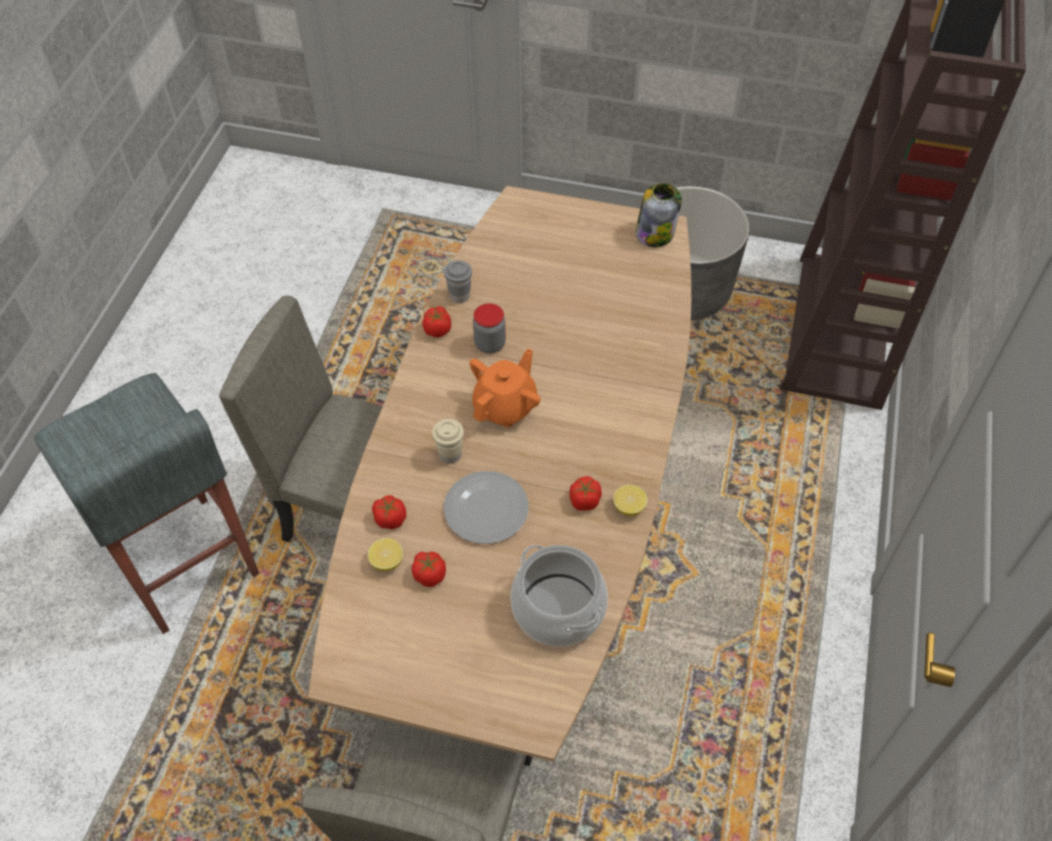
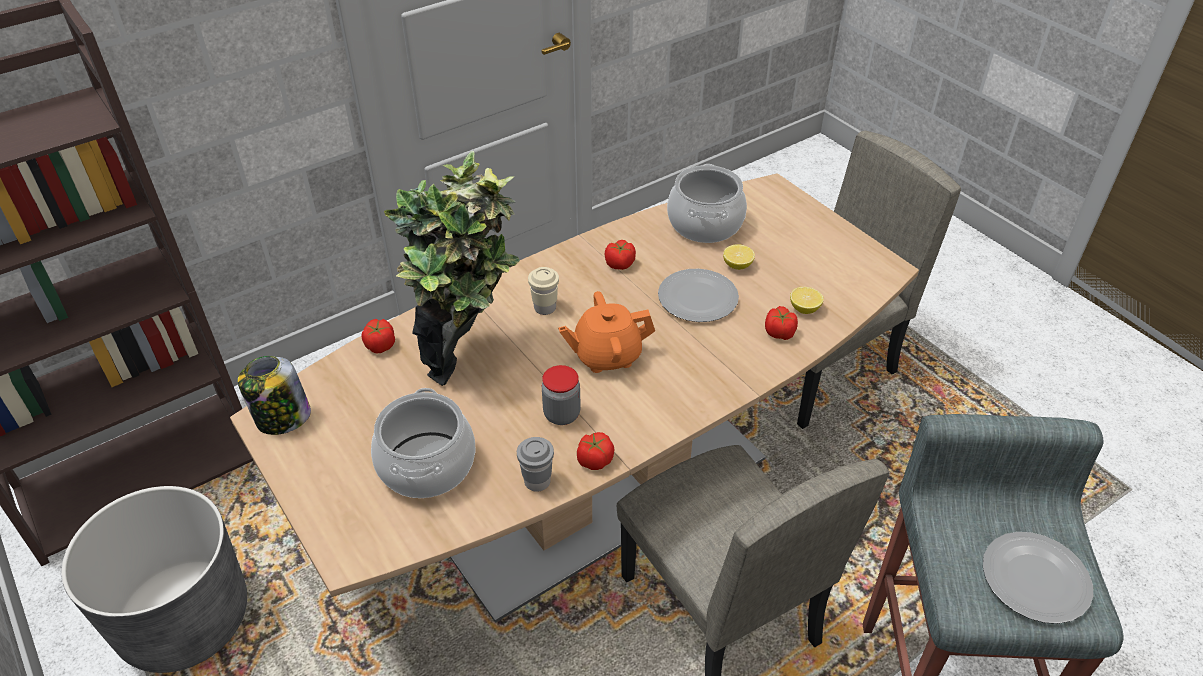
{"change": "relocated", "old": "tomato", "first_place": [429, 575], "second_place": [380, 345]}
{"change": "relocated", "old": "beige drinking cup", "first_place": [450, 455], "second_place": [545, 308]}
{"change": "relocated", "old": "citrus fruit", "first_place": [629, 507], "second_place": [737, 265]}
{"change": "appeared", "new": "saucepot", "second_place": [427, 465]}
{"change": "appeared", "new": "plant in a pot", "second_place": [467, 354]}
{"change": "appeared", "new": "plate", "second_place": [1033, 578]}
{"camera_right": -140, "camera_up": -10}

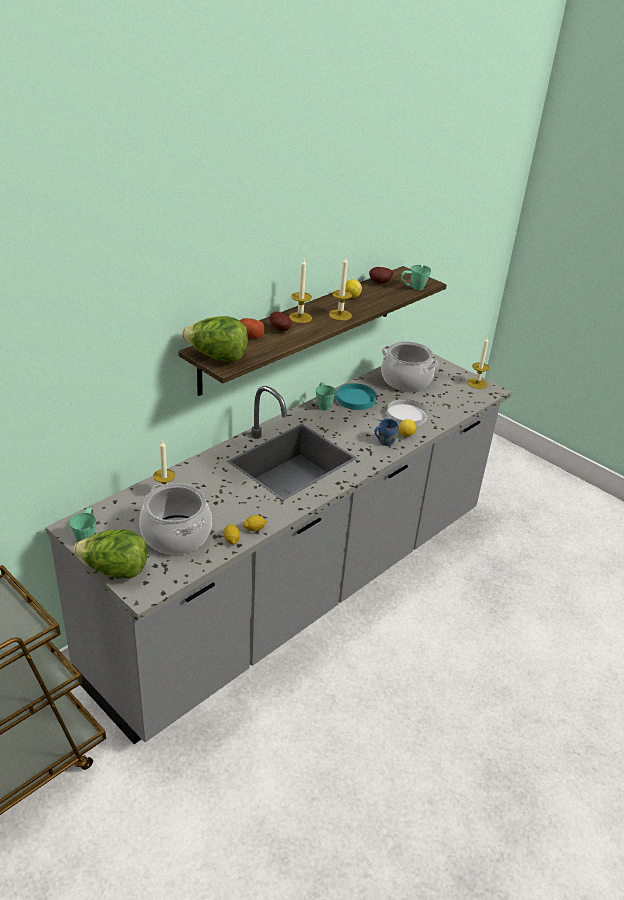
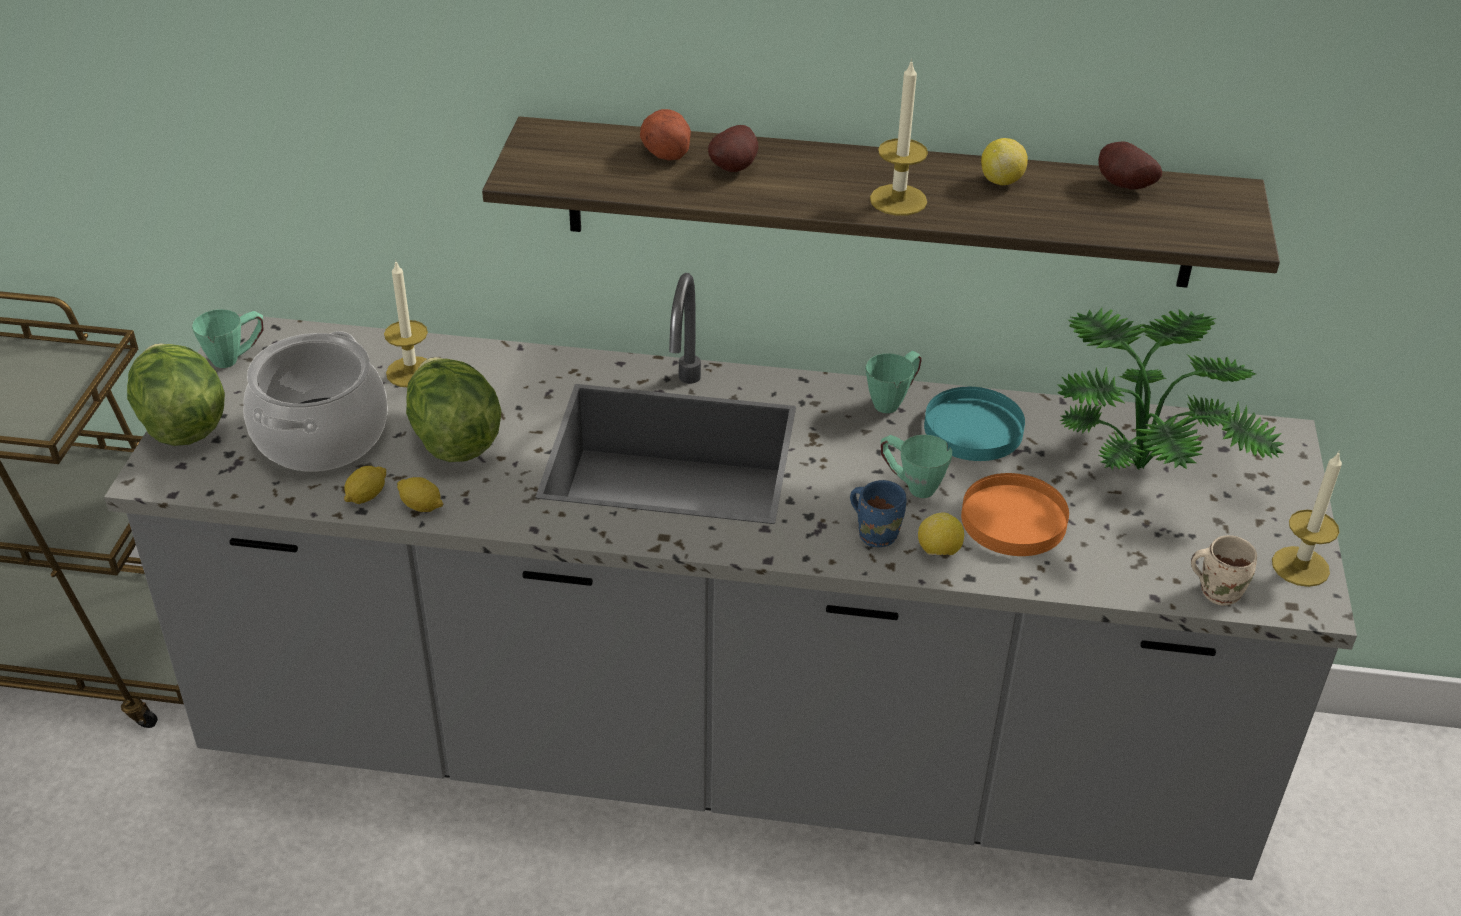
{"change": "relocated", "old": "lettuce head", "first_place": [217, 358], "second_place": [454, 439]}
{"change": "missing", "old": "wax candle", "first_place": [300, 317]}
{"change": "exchanged", "old": "saucepot", "new": "plant in a pot", "first_place": [406, 380], "second_place": [1146, 460]}
{"change": "colour", "old": "whitish plate", "new": "orange plate", "first_place": [406, 415], "second_place": [1013, 519]}
{"change": "relocated", "old": "green coffee mug", "first_place": [413, 288], "second_place": [911, 485]}
{"change": "appeared", "new": "beige coffee mug", "second_place": [1217, 590]}
{"camera_right": 55, "camera_up": 5}

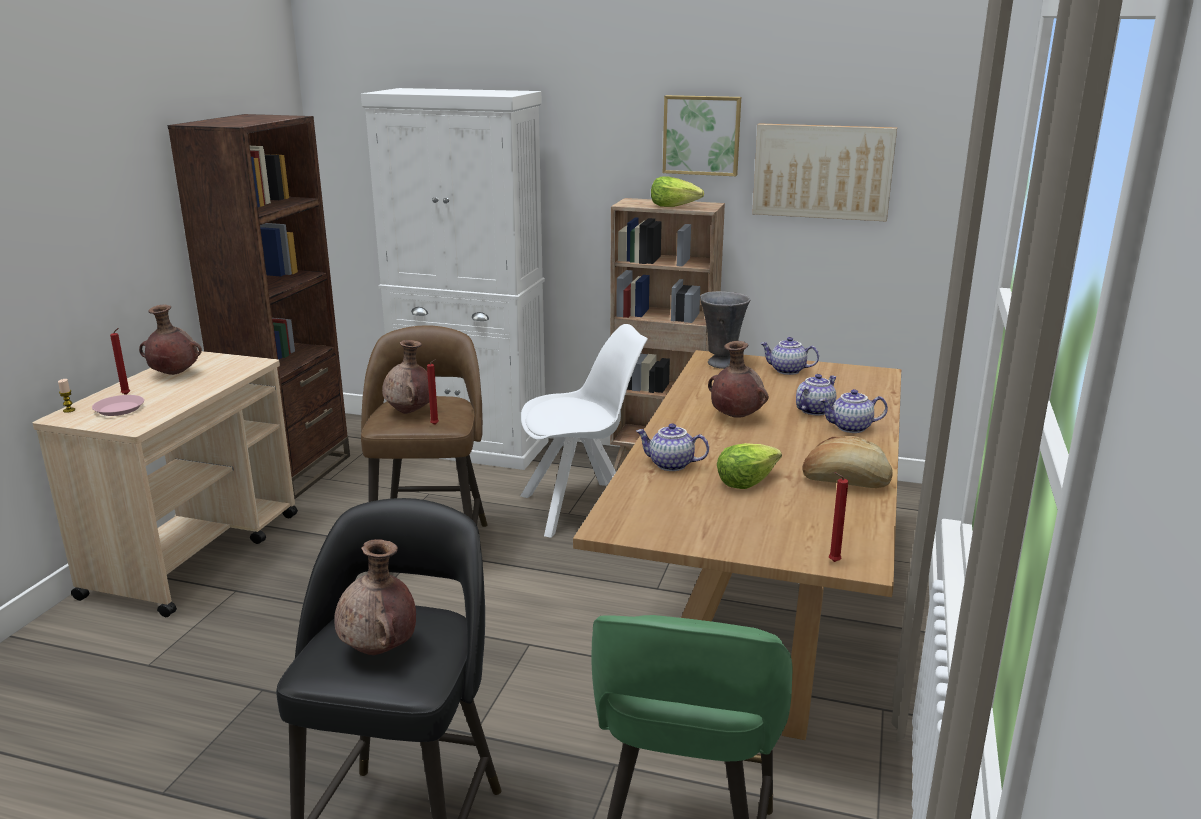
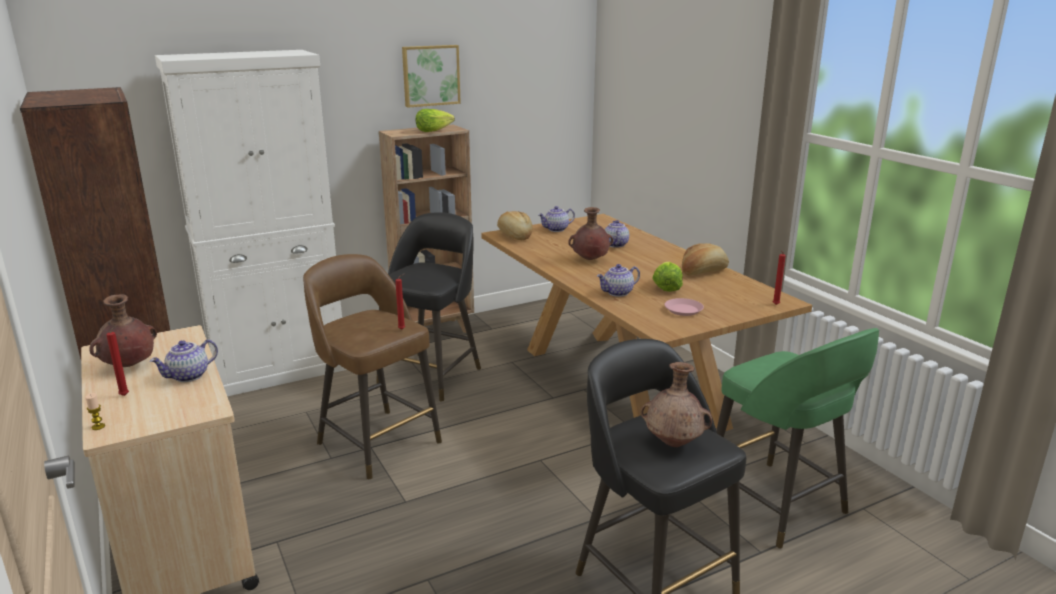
{"change": "relocated", "old": "pinkish plate", "first_place": [119, 409], "second_place": [683, 310]}
{"change": "missing", "old": "brown-coloured vase", "first_place": [410, 412]}
{"change": "exchanged", "old": "whitish upright chair", "new": "blackish stool seat", "first_place": [582, 508], "second_place": [432, 375]}
{"change": "exchanged", "old": "grey vase", "new": "baked bread", "first_place": [721, 363], "second_place": [514, 236]}
{"change": "missing", "old": "wall art", "first_place": [822, 171]}
{"change": "relocated", "old": "tea pot", "first_place": [850, 428], "second_place": [188, 376]}
{"camera_right": -45, "camera_up": 0}

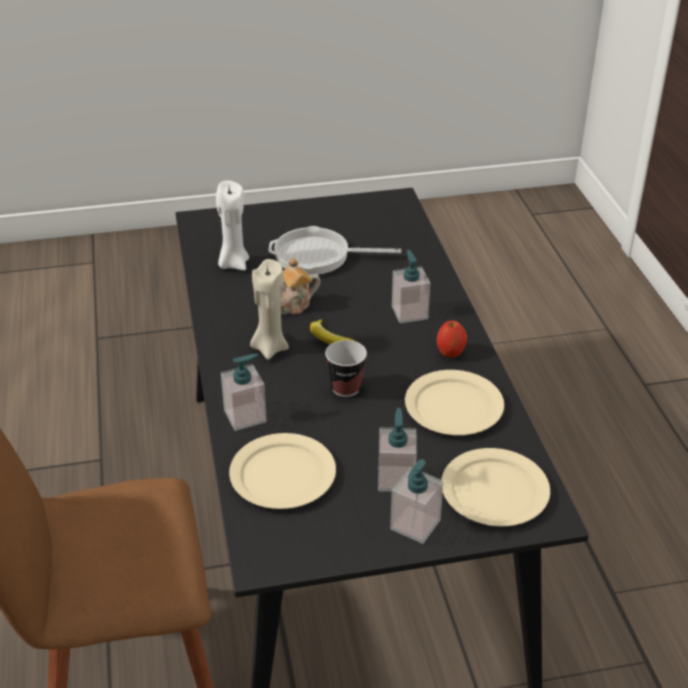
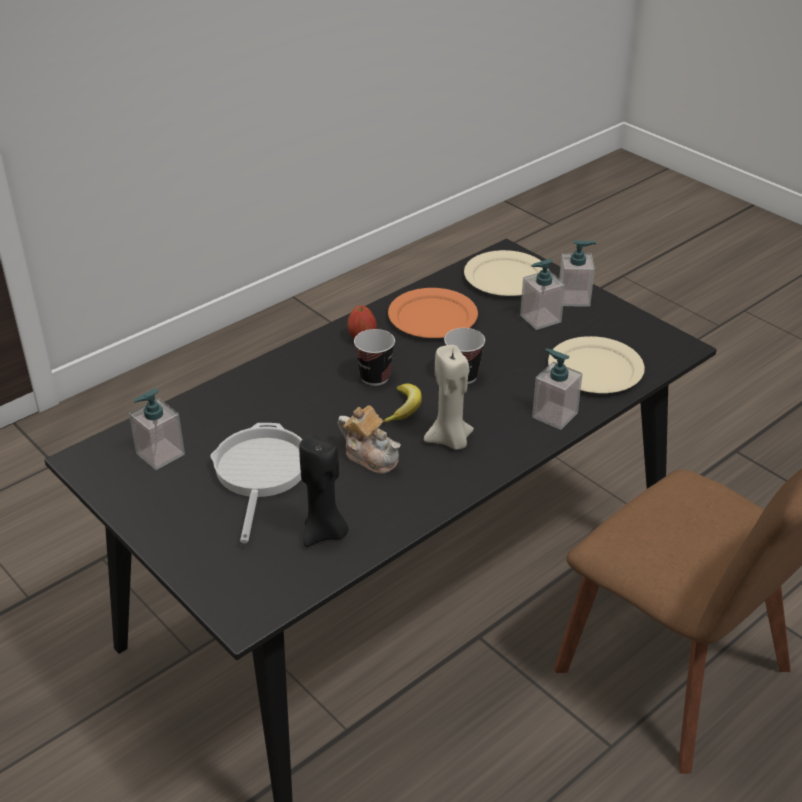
{"change": "colour", "old": "whitish wax candle", "new": "blackish wax candle", "first_place": [233, 264], "second_place": [324, 533]}
{"change": "spun", "old": "pan", "first_place": [318, 256], "second_place": [260, 473], "degrees": -150}
{"change": "relocated", "old": "soap dispenser", "first_place": [409, 312], "second_place": [160, 454]}
{"change": "colour", "old": "beige plate", "new": "orange plate", "first_place": [453, 406], "second_place": [432, 318]}
{"change": "appeared", "new": "drinking cup", "second_place": [375, 377]}
{"camera_right": -120, "camera_up": 0}

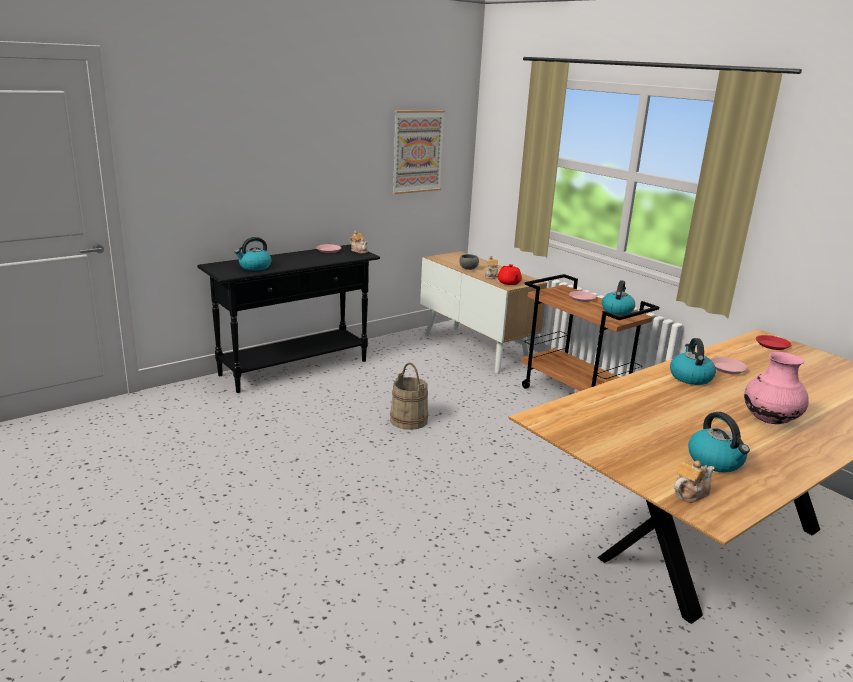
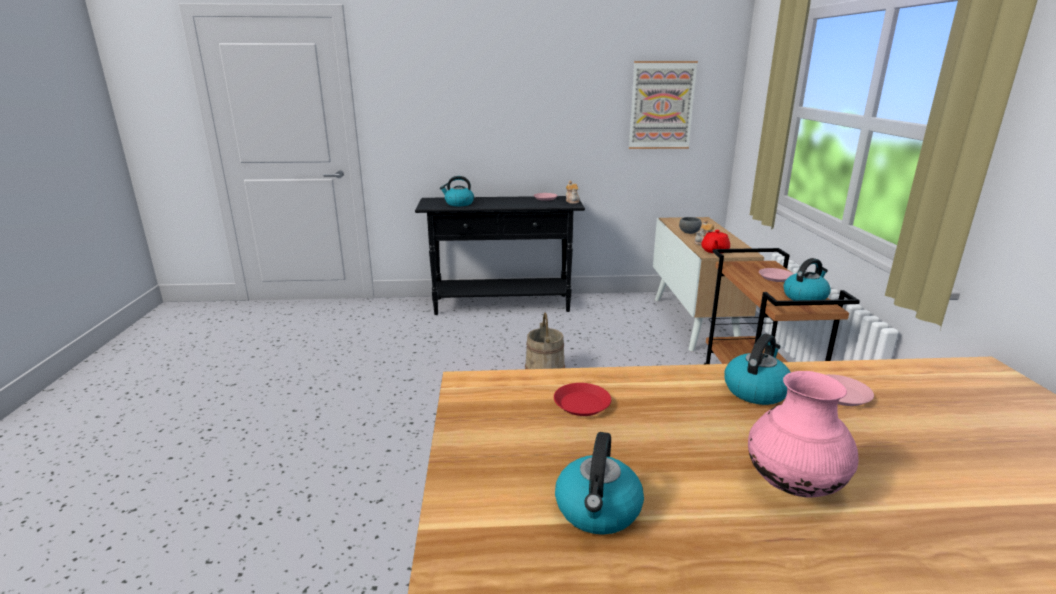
{"change": "missing", "old": "tea pot", "first_place": [689, 493]}
{"change": "relocated", "old": "red plate", "first_place": [772, 345], "second_place": [582, 403]}
{"camera_right": 35, "camera_up": 0}

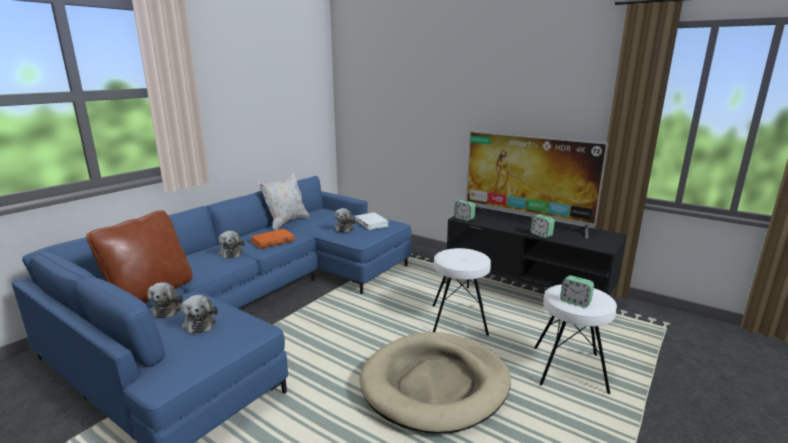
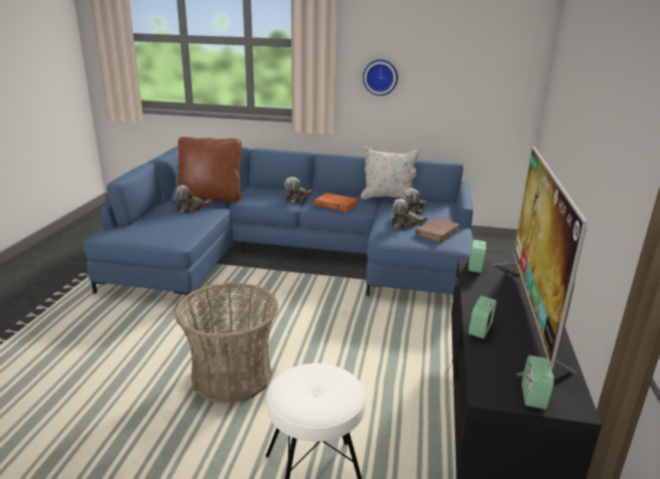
{"change": "relocated", "old": "plush toy", "first_place": [199, 323], "second_place": [414, 211]}
{"change": "colour", "old": "whitish bound book", "new": "brown-coloured bound book", "first_place": [371, 223], "second_place": [437, 232]}
{"change": "exchanged", "old": "beige pet bed", "new": "storage basket", "first_place": [435, 384], "second_place": [232, 377]}
{"change": "missing", "old": "whitish stool seat", "first_place": [459, 320]}
{"change": "relocated", "old": "bedside clock", "first_place": [575, 302], "second_place": [533, 397]}
{"change": "appeared", "new": "hanging clock", "second_place": [380, 77]}
{"camera_right": 65, "camera_up": 5}

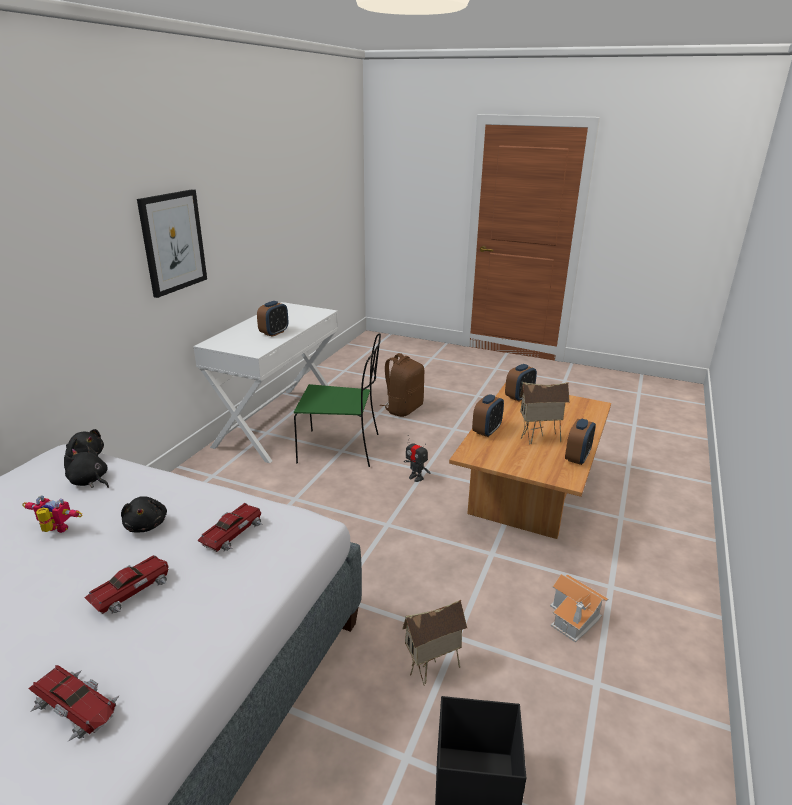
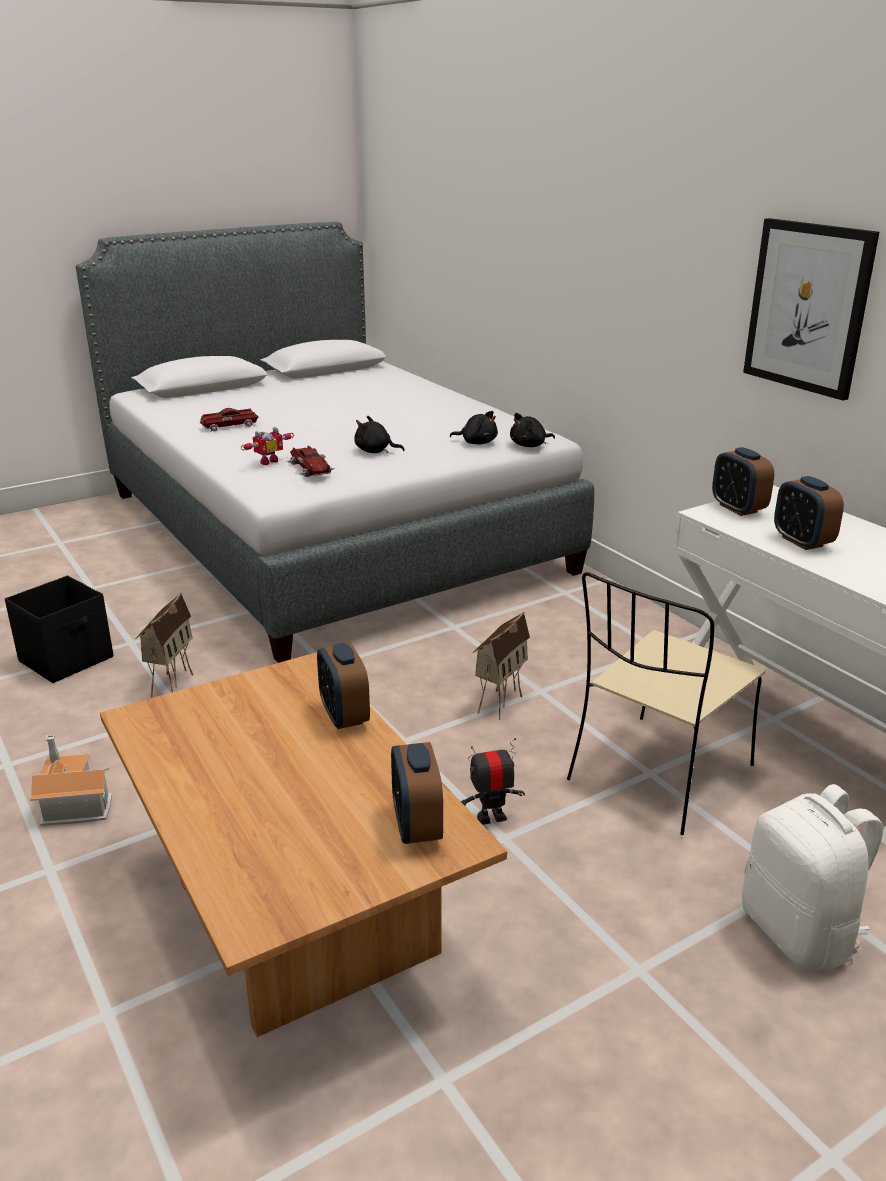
{"change": "relocated", "old": "toy robot", "first_place": [55, 531], "second_place": [267, 461]}
{"change": "spun", "old": "blackish plush toy", "first_place": [89, 481], "second_place": [477, 442], "degrees": 45}
{"change": "missing", "old": "model car", "first_place": [131, 589]}
{"change": "colour", "old": "green upright chair", "new": "beige upright chair", "first_place": [341, 448], "second_place": [658, 775]}
{"change": "colour", "old": "brown-coloured rucksack", "new": "whitish rucksack", "first_place": [403, 409], "second_place": [800, 933]}
{"change": "relocated", "old": "miniature house", "first_place": [539, 439], "second_place": [498, 701]}
{"change": "relocated", "old": "bedside clock", "first_place": [577, 458], "second_place": [738, 508]}
{"camera_right": 125, "camera_up": 0}

